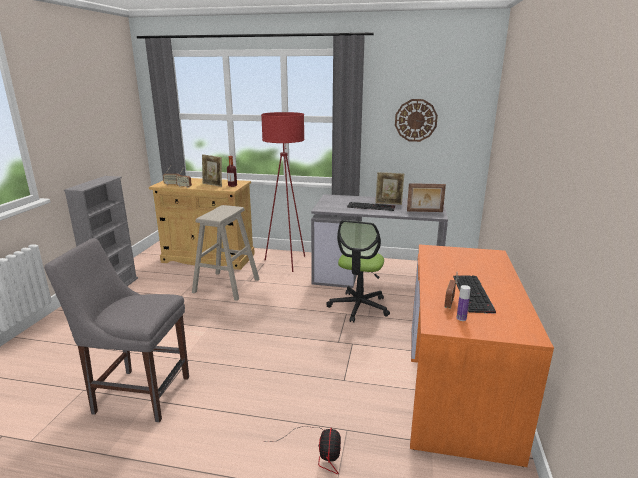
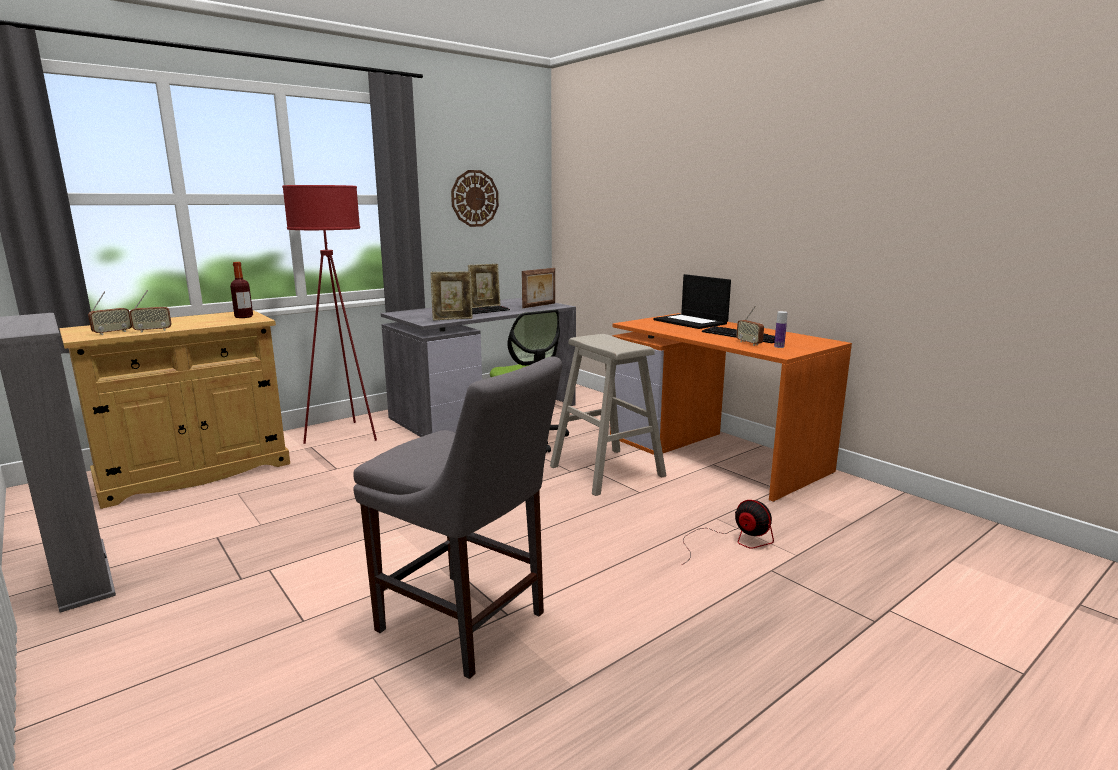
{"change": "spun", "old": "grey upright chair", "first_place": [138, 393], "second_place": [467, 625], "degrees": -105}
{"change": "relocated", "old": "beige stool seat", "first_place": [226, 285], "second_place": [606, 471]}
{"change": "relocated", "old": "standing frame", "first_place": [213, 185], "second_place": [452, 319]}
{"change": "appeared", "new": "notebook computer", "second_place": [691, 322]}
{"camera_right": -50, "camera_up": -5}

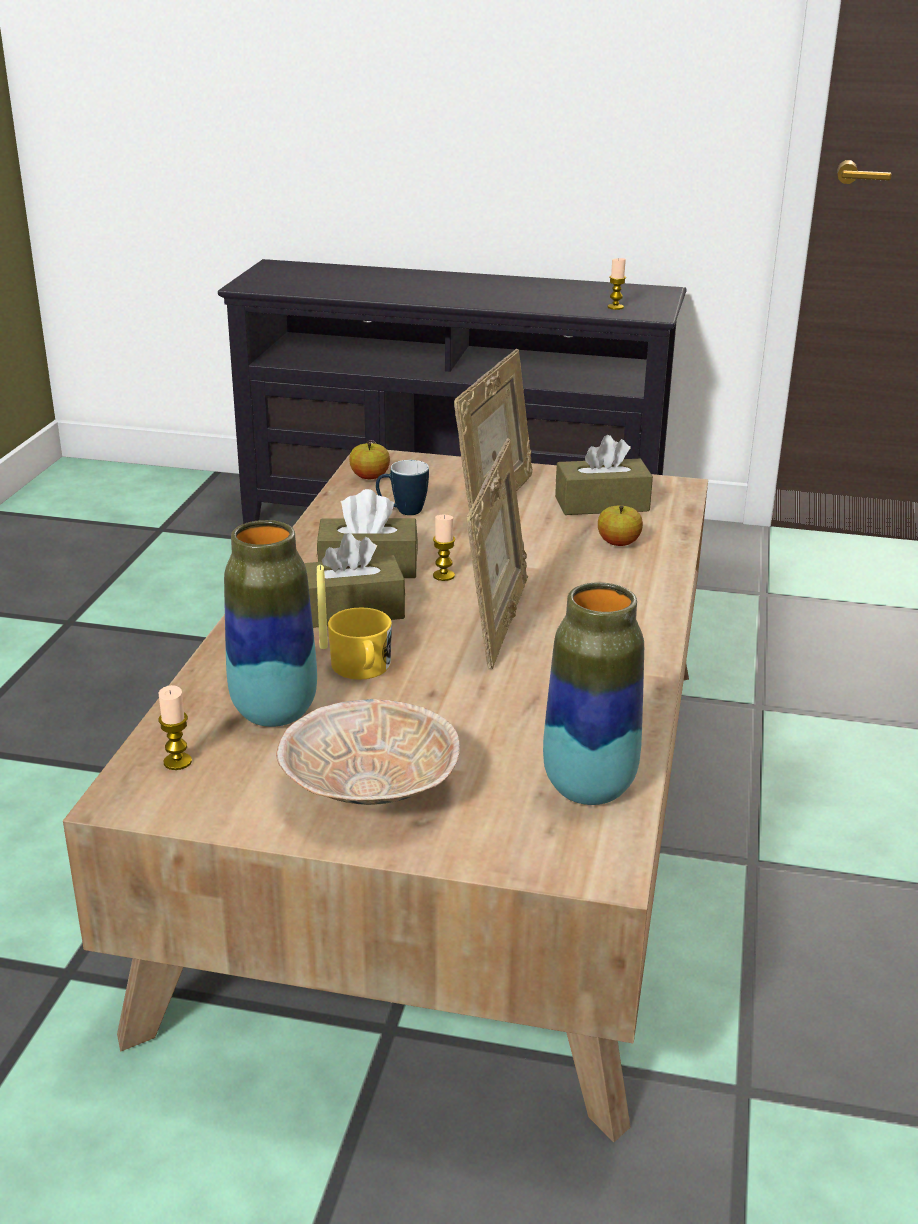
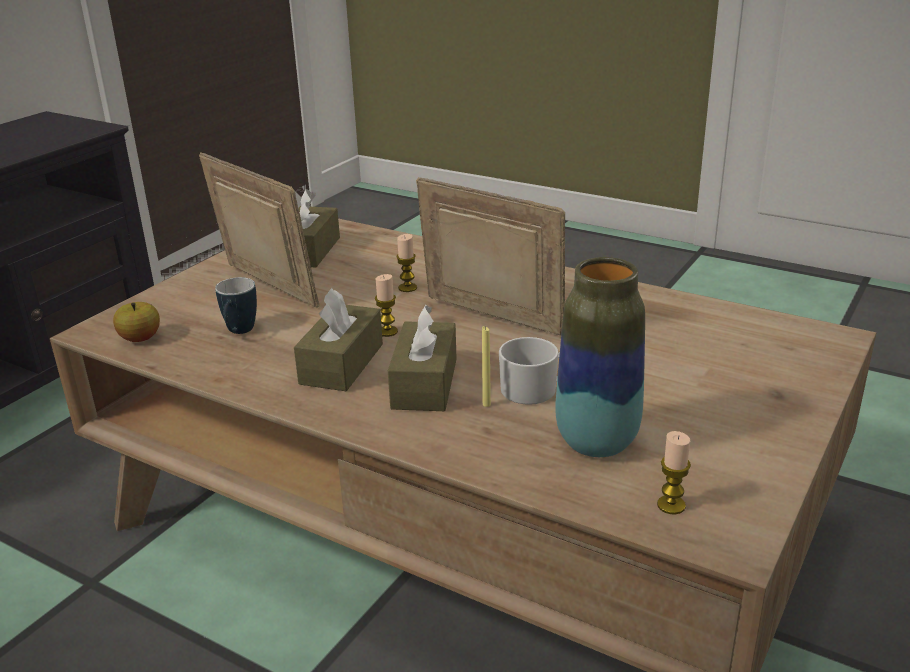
{"change": "missing", "old": "beige bowl", "first_place": [369, 788]}
{"change": "colour", "old": "yellow-coloured coffee mug", "new": "whitish coffee mug", "first_place": [362, 669], "second_place": [536, 390]}
{"change": "missing", "old": "vase", "first_place": [589, 788]}
{"change": "missing", "old": "whole apple", "first_place": [618, 543]}
{"change": "relocated", "old": "wax candle", "first_place": [615, 307], "second_place": [407, 288]}
{"camera_right": -70, "camera_up": 0}

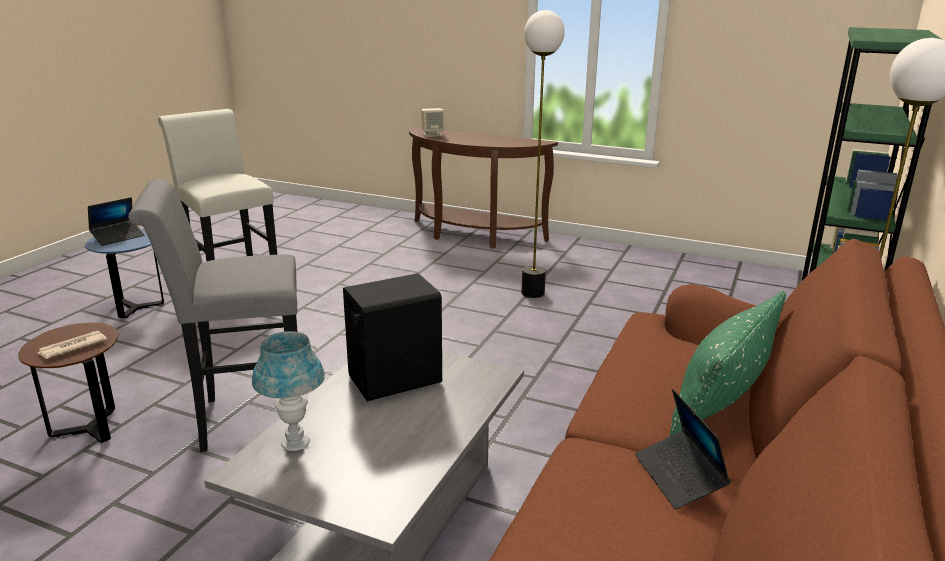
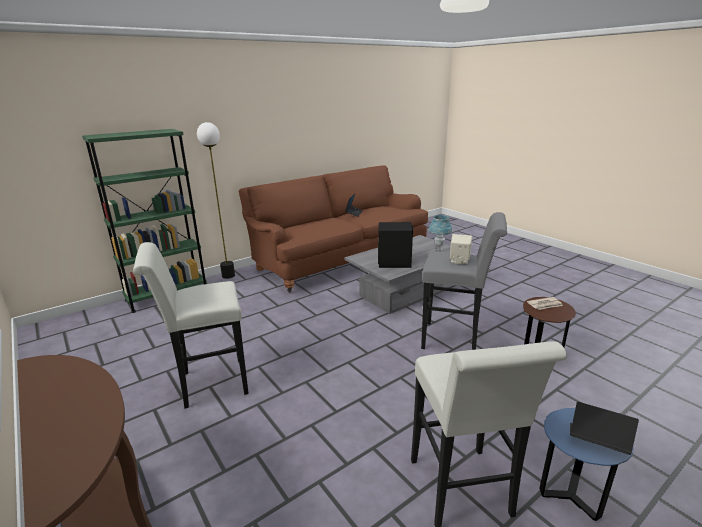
{"change": "spun", "old": "notebook computer", "first_place": [118, 237], "second_place": [597, 442], "degrees": 45}
{"change": "relocated", "old": "beige loudspeaker", "first_place": [433, 134], "second_place": [459, 260]}
{"change": "exchanged", "old": "standard lamp", "new": "whitish stool seat", "first_place": [533, 293], "second_place": [208, 384]}
{"change": "missing", "old": "green pillow", "first_place": [721, 403]}
{"camera_right": -150, "camera_up": 0}

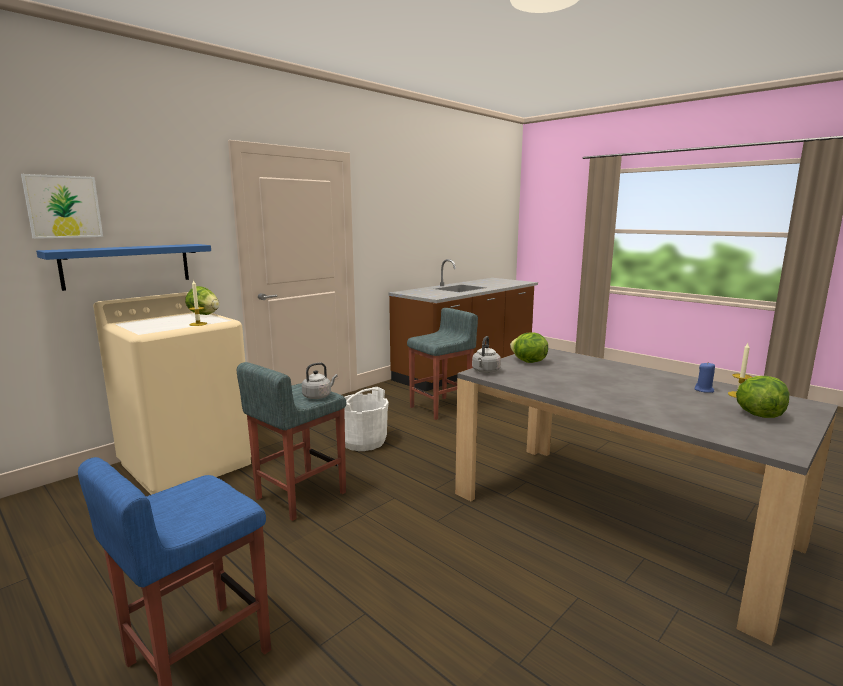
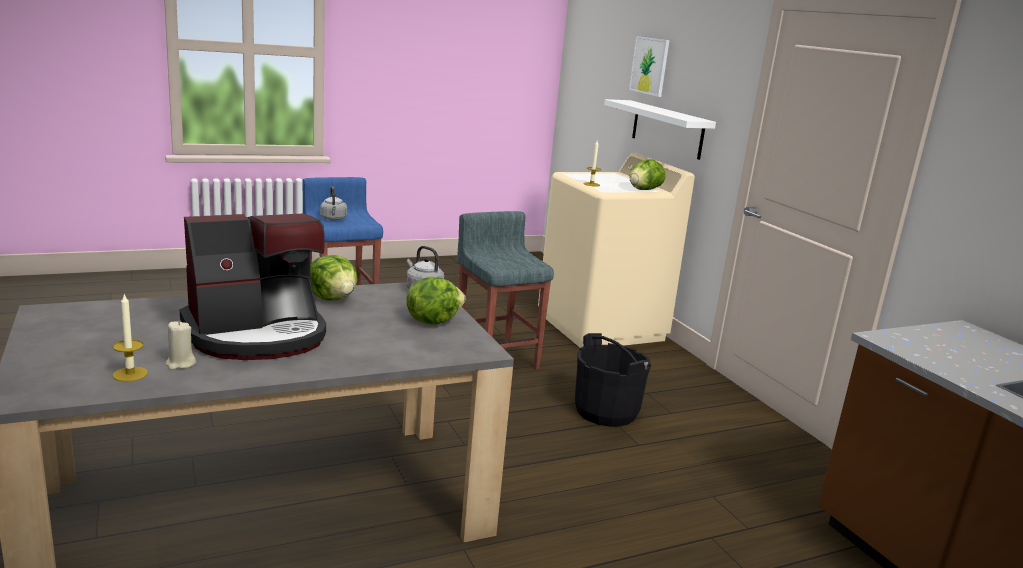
{"change": "colour", "old": "blue wall shelf", "new": "whitish wall shelf", "first_place": [127, 265], "second_place": [667, 129]}
{"change": "relocated", "old": "grey tea kettle", "first_place": [318, 396], "second_place": [333, 219]}
{"change": "colour", "old": "whitish bucket", "new": "blackish bucket", "first_place": [363, 441], "second_place": [606, 411]}
{"change": "missing", "old": "grey stool seat", "first_place": [441, 408]}
{"change": "colour", "old": "blue wax candle", "new": "beige wax candle", "first_place": [704, 390], "second_place": [180, 364]}
{"change": "relocated", "old": "lettuce head", "first_place": [758, 415], "second_place": [333, 298]}
{"change": "appeared", "new": "coffee brewer", "second_place": [257, 335]}
{"camera_right": 110, "camera_up": 5}

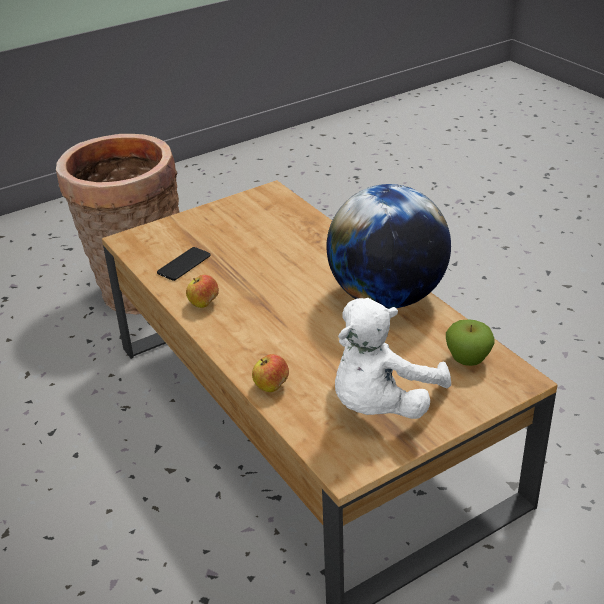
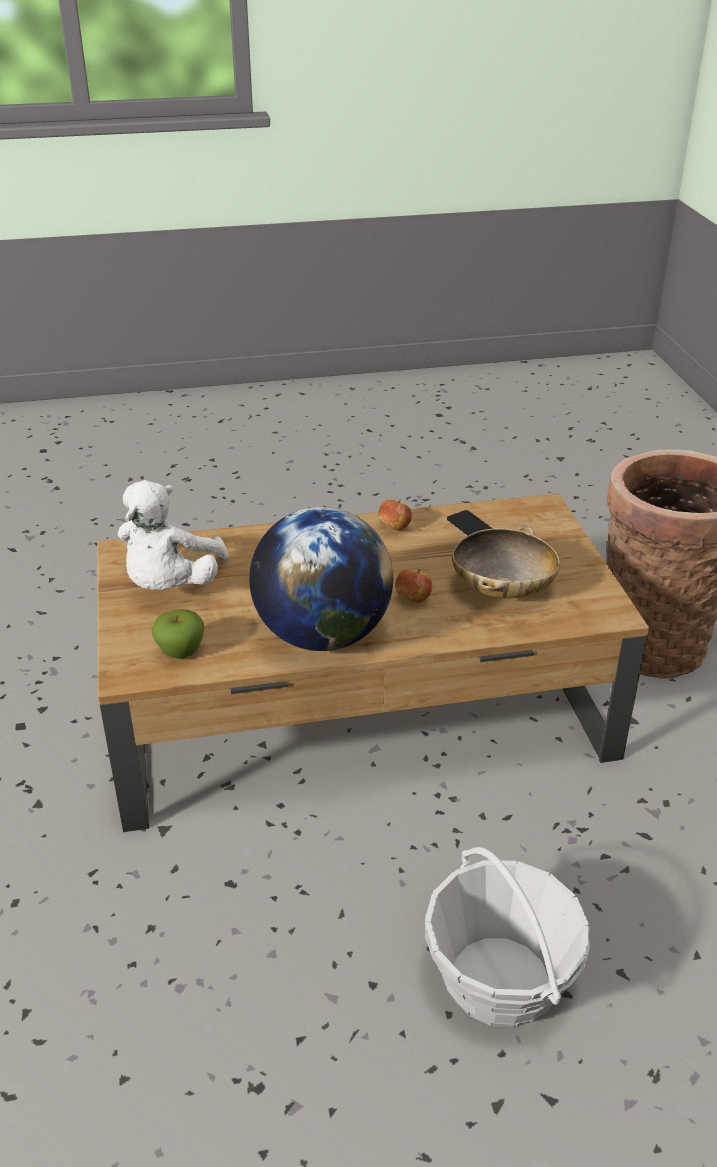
{"change": "relocated", "old": "whole apple", "first_place": [271, 386], "second_place": [413, 599]}
{"change": "spun", "old": "whitish plush toy", "first_place": [381, 405], "second_place": [170, 585], "degrees": -135}
{"change": "appeared", "new": "storage basket", "second_place": [499, 980]}
{"change": "appeared", "new": "beige bowl", "second_place": [503, 589]}
{"camera_right": 110, "camera_up": 0}

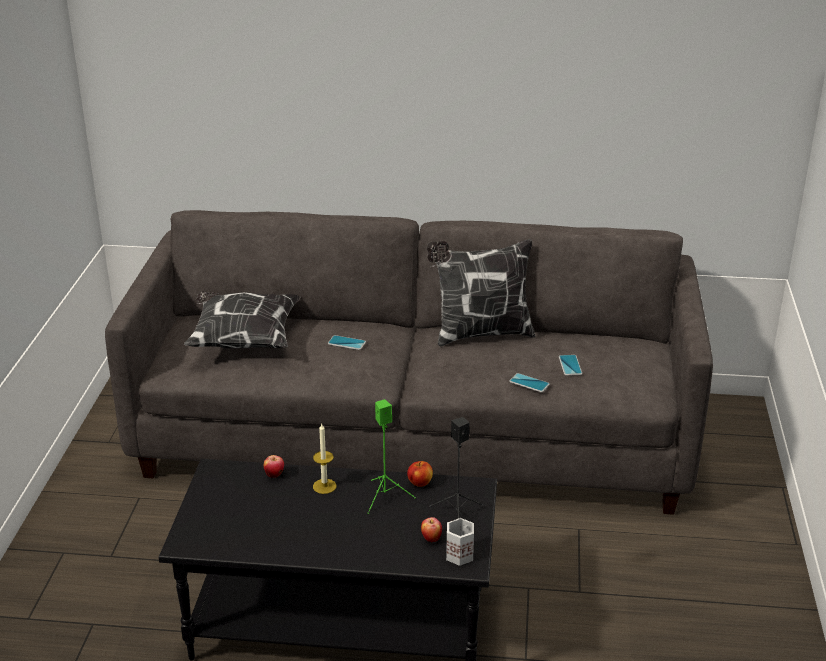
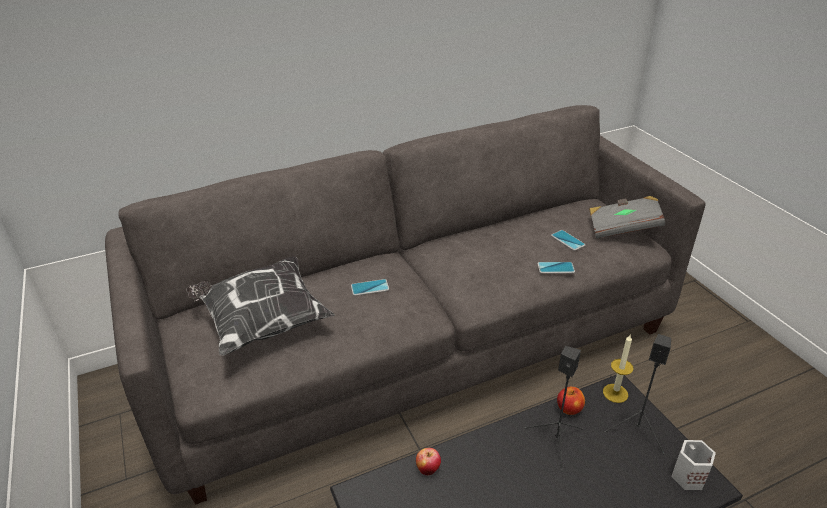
{"change": "relocated", "old": "wax candle", "first_place": [324, 486], "second_place": [615, 393]}
{"change": "colour", "old": "green loudspeaker", "new": "blackish loudspeaker", "first_place": [385, 496], "second_place": [556, 441]}
{"change": "missing", "old": "whole apple", "first_place": [431, 539]}
{"change": "missing", "old": "pillow", "first_place": [480, 333]}
{"change": "appeared", "new": "grey bound book", "second_place": [623, 228]}
{"camera_right": -30, "camera_up": 5}

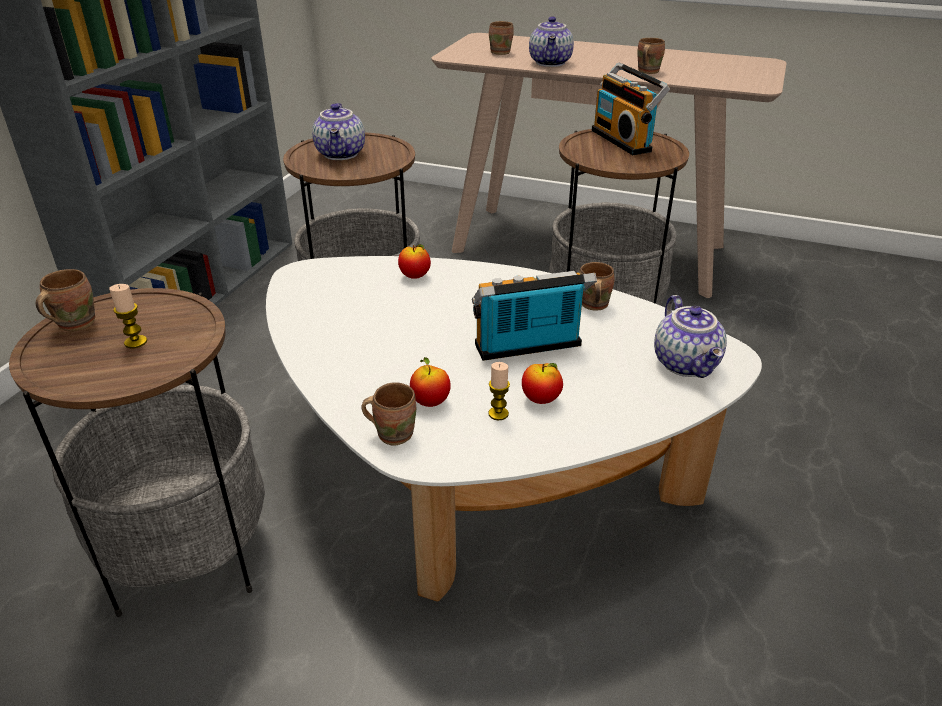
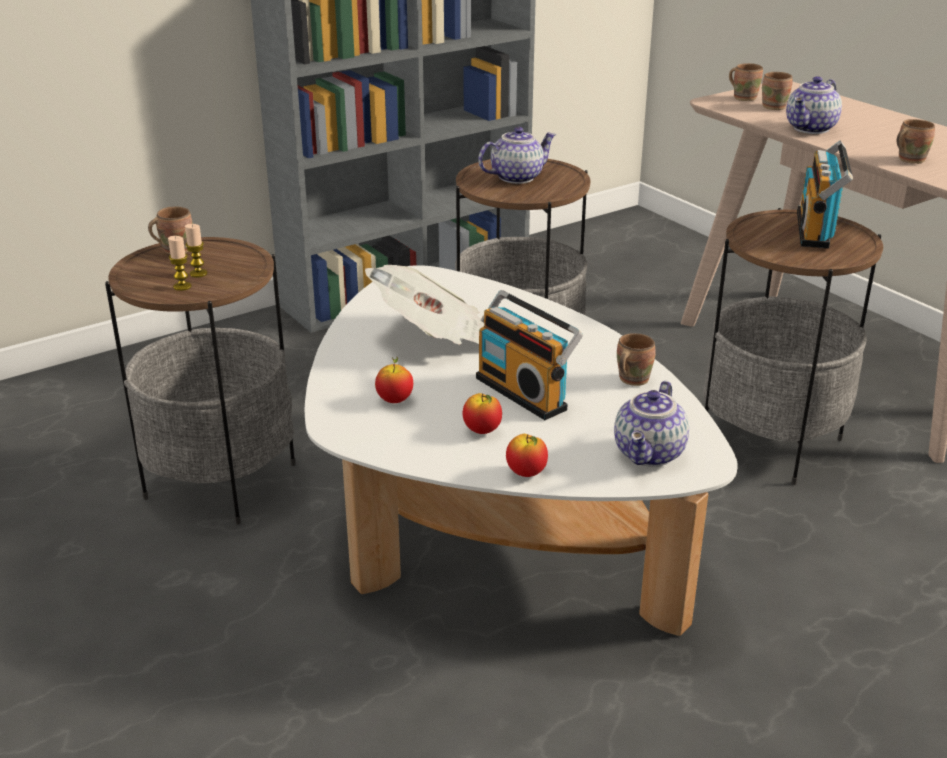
{"change": "spun", "old": "tea pot", "first_place": [342, 154], "second_place": [516, 177], "degrees": -150}
{"change": "relocated", "old": "brown-coloured coffee mug", "first_place": [393, 433], "second_place": [744, 98]}
{"change": "relocated", "old": "whole apple", "first_place": [415, 276], "second_place": [526, 473]}
{"change": "spun", "old": "radio set", "first_place": [529, 348], "second_place": [525, 392], "degrees": -150}
{"change": "relocated", "old": "wax candle", "first_place": [498, 414], "second_place": [182, 286]}
{"change": "appeared", "new": "printed paper", "second_place": [435, 338]}
{"camera_right": 35, "camera_up": -5}

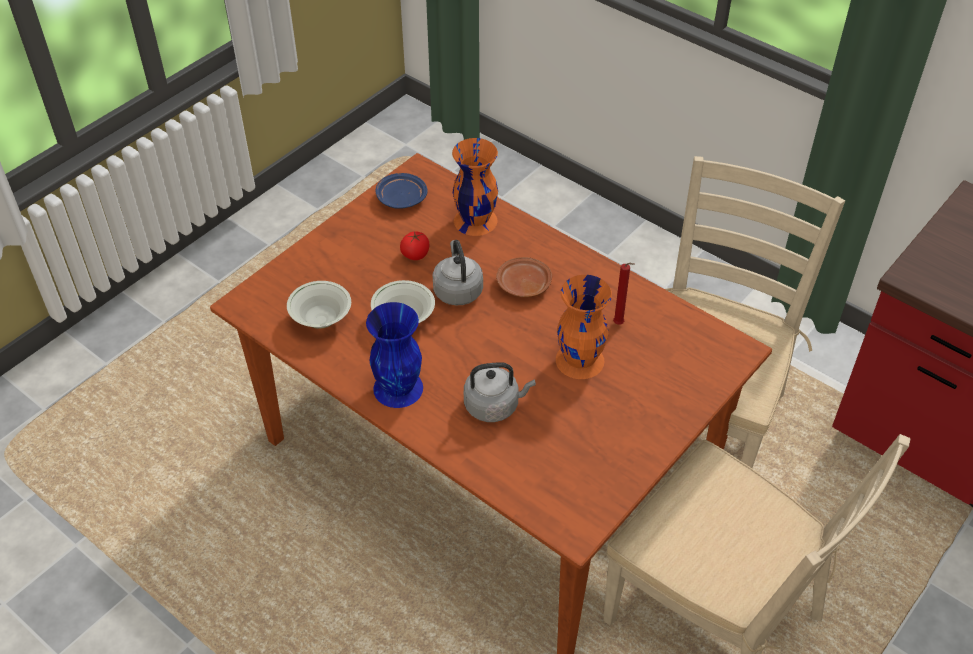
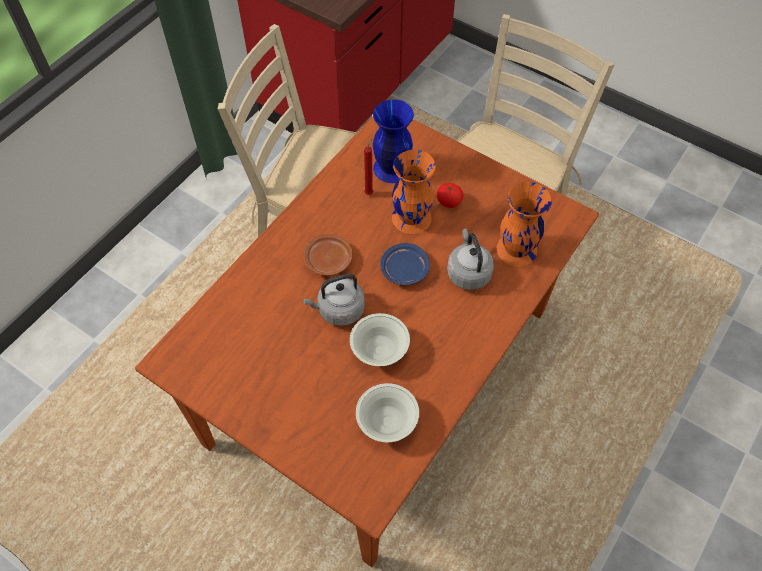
{"change": "relocated", "old": "blue vase", "first_place": [398, 387], "second_place": [391, 168]}
{"change": "relocated", "old": "blue plate", "first_place": [401, 198], "second_place": [404, 270]}
{"change": "relocated", "old": "tomato", "first_place": [415, 254], "second_place": [448, 202]}
{"change": "relocated", "old": "orange vase", "first_place": [474, 220], "second_place": [516, 250]}
{"camera_right": -95, "camera_up": 10}

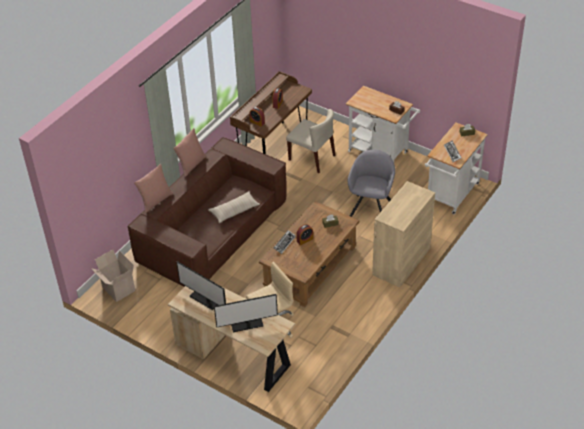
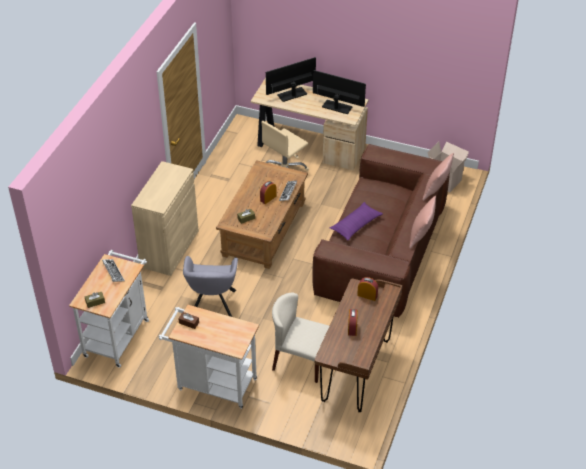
{"change": "colour", "old": "beige pillow", "new": "purple pillow", "first_place": [234, 211], "second_place": [356, 225]}
{"camera_right": 165, "camera_up": 0}

